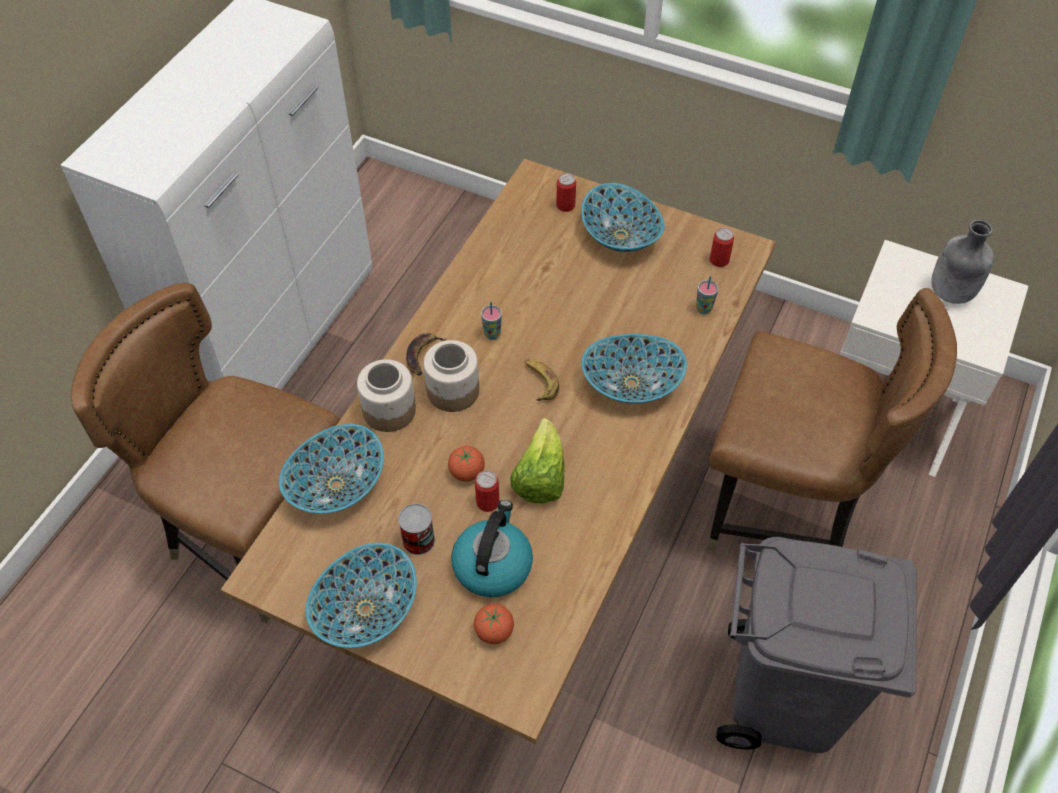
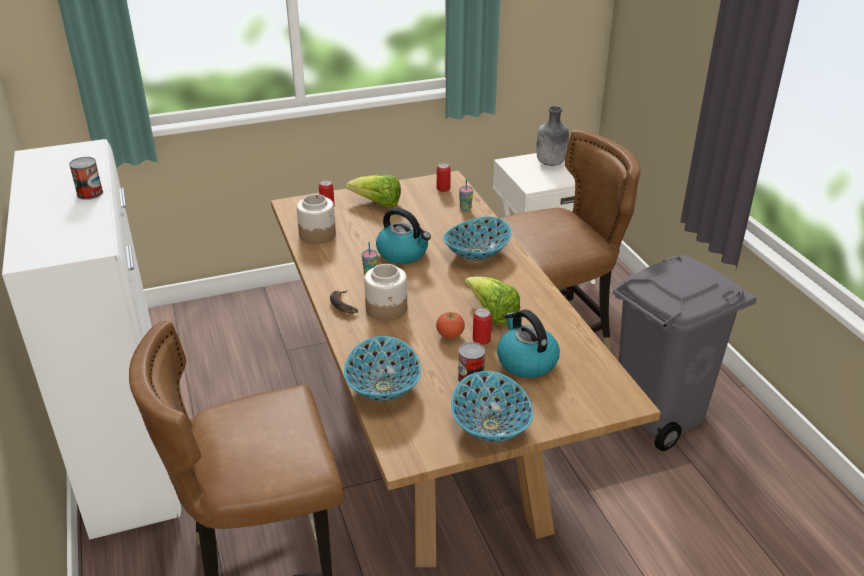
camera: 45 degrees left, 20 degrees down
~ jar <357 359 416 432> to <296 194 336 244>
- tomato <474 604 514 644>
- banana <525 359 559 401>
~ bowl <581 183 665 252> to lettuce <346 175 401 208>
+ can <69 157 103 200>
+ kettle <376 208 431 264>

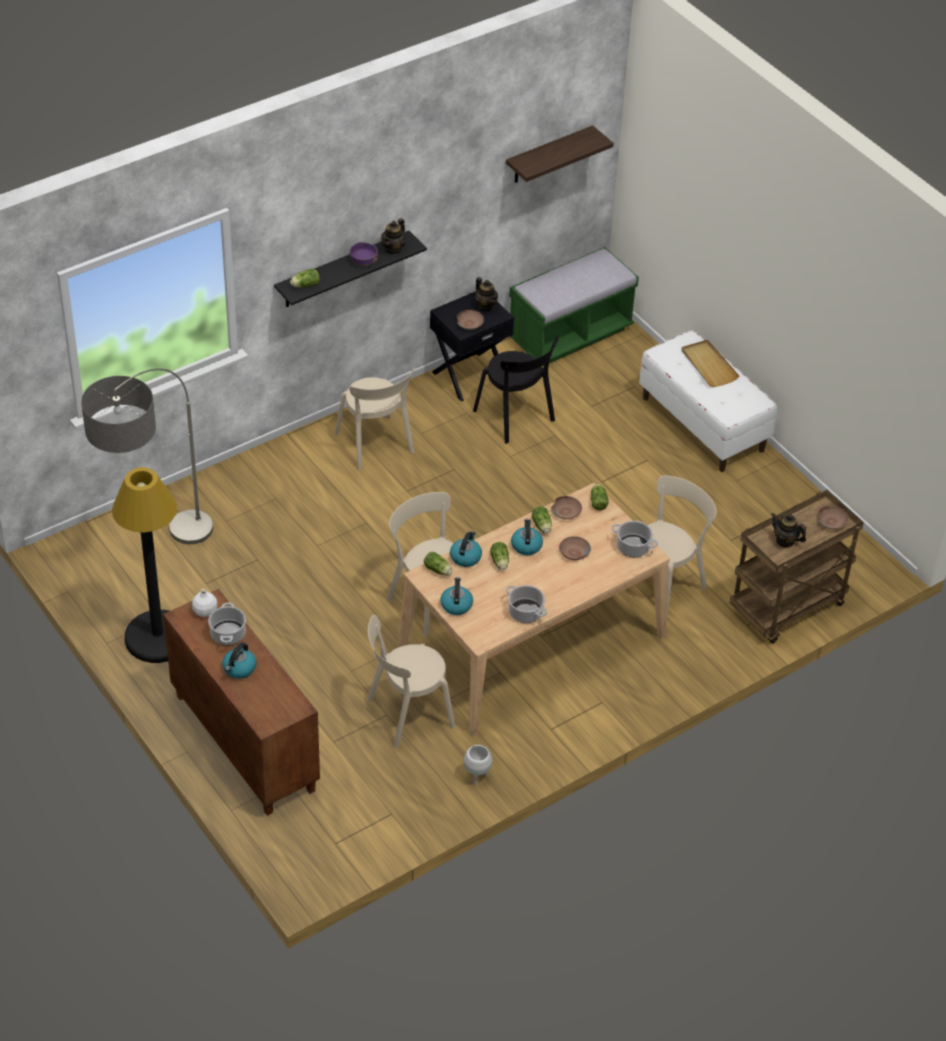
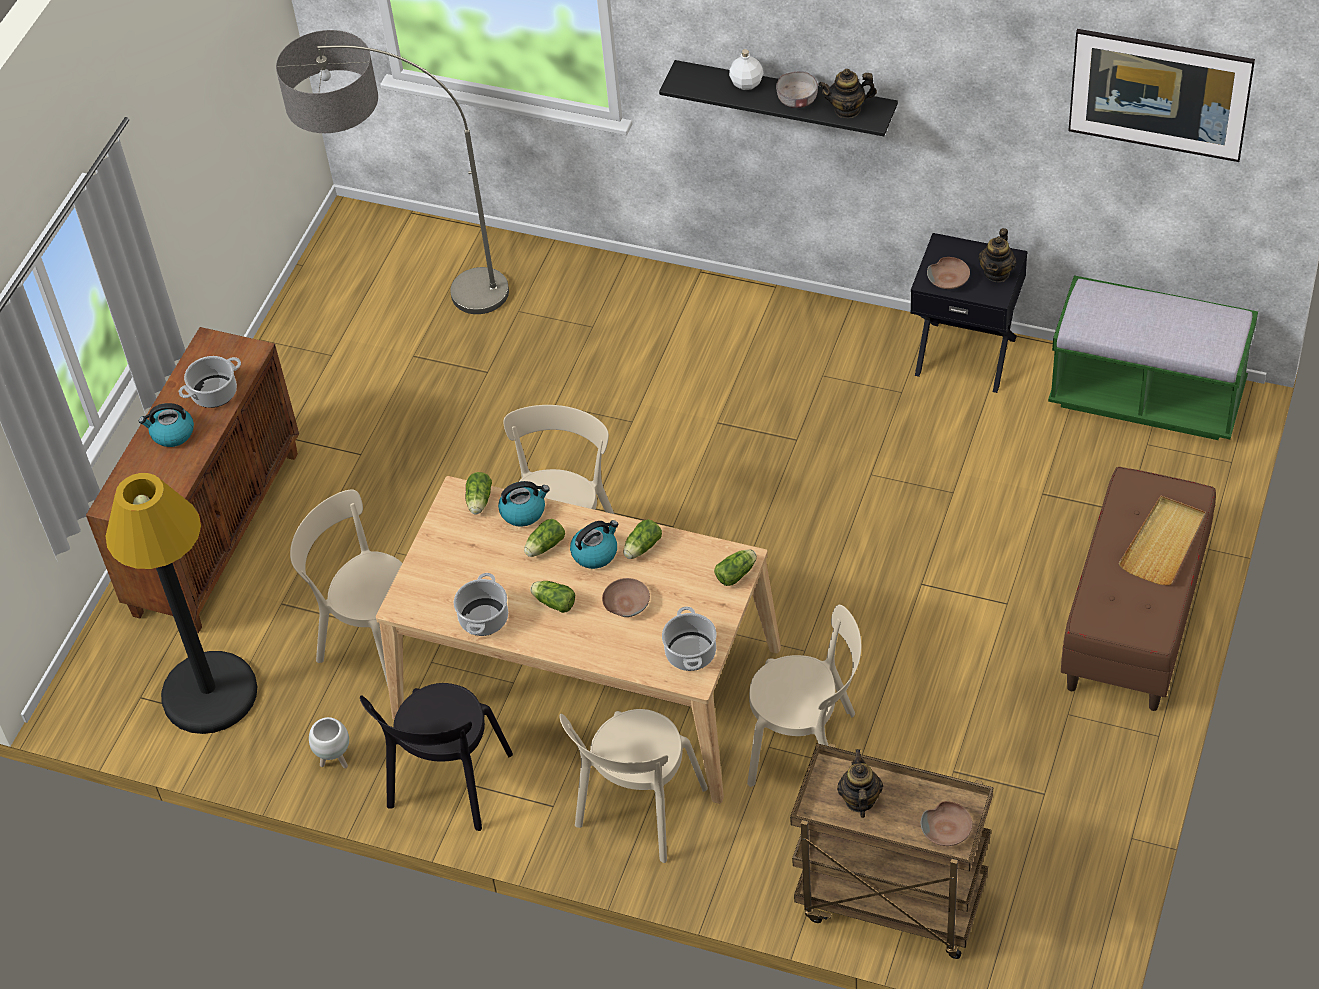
camera: 60 degrees right, 5 degrees up
~ black floor lamp <112 467 177 663> to <106 473 257 734>
~ white bottle <192 588 217 617> to <729 49 763 90>
~ lettuce <290 269 320 287> to <530 581 575 613>
~ beige chair <335 366 415 471> to <559 709 708 863>
~ purple bowl <350 242 378 266> to grey bowl <776 71 818 108>
- kettle <440 577 473 615>
~ black chair <473 335 559 444> to <360 683 513 831>
~ shelf <506 125 614 183> to picture <1068 29 1255 162>
- brown bowl <551 496 582 519>
~ white bench <639 330 777 472> to brown bench <1061 467 1216 711>

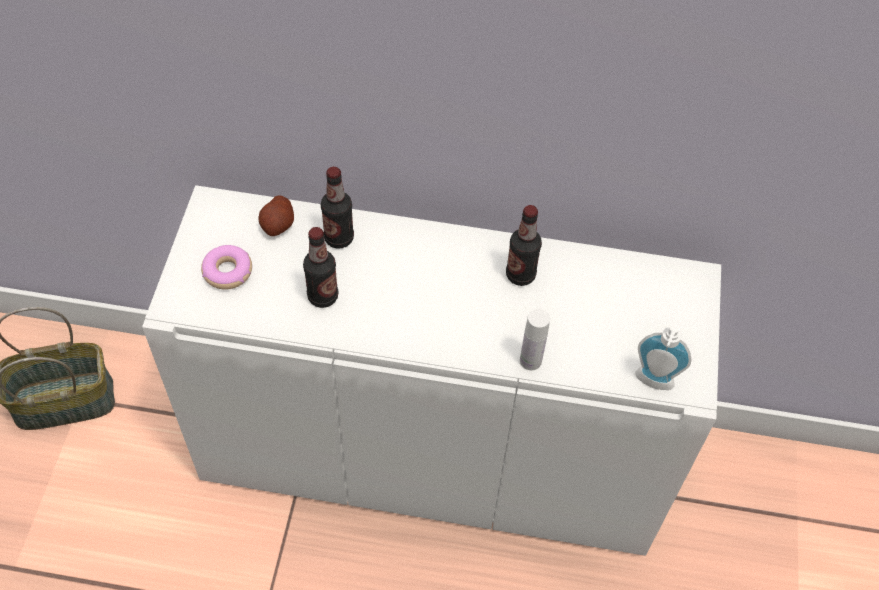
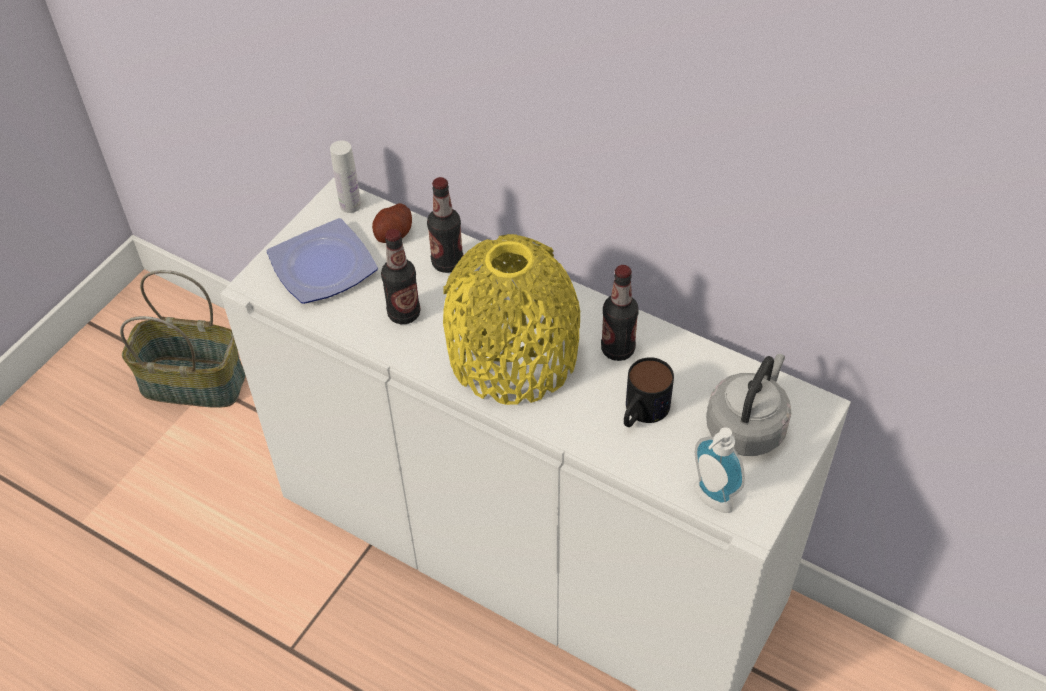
camera: 25 degrees right, 5 degrees down
~ donut <201 245 252 290> to plate <267 218 378 304>
~ white bottle <520 309 550 370> to <330 140 361 213>
+ yellow vase <443 234 580 405>
+ mug <624 357 674 427>
+ grey kettle <706 354 792 456>

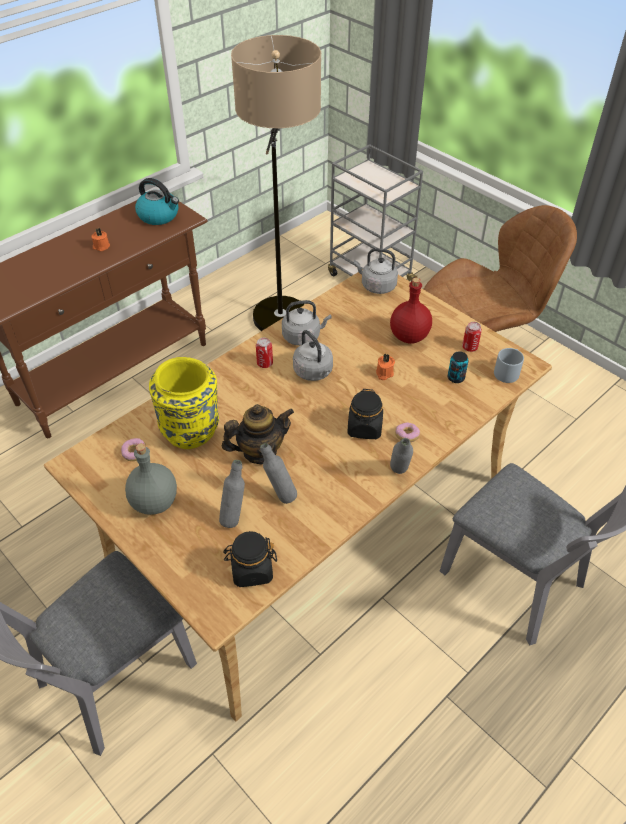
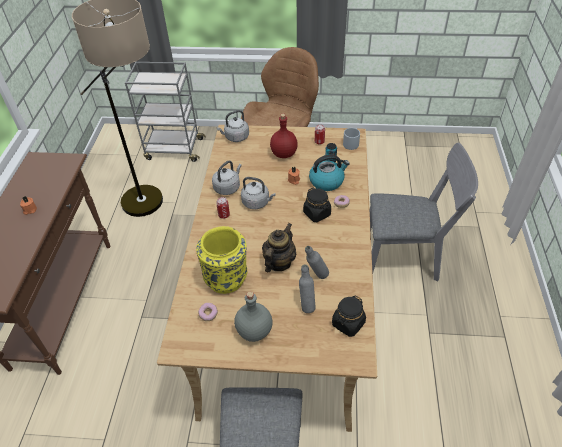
camera: 40 degrees left, 0 degrees up
~ kettle <135 178 179 225> to <309 154 350 191>
- grey bottle <390 438 413 474>

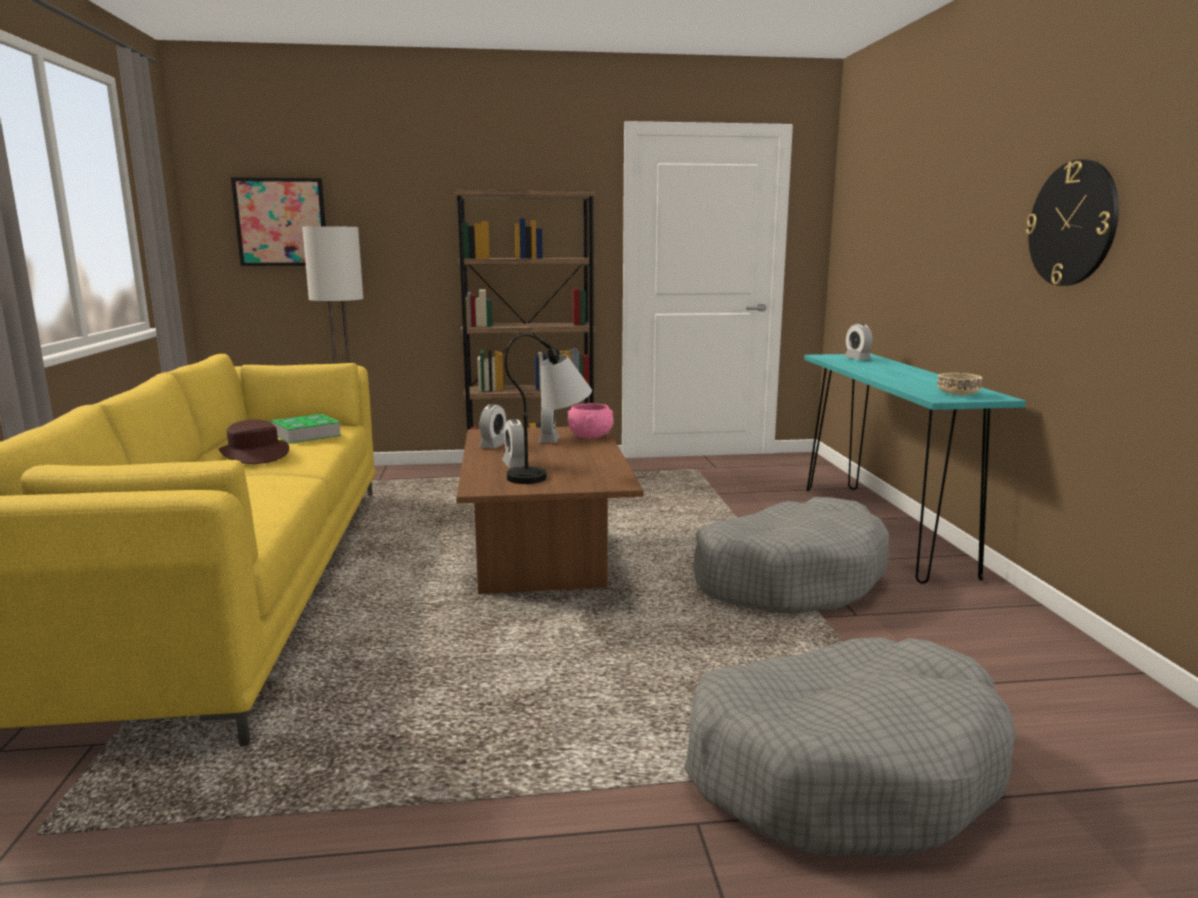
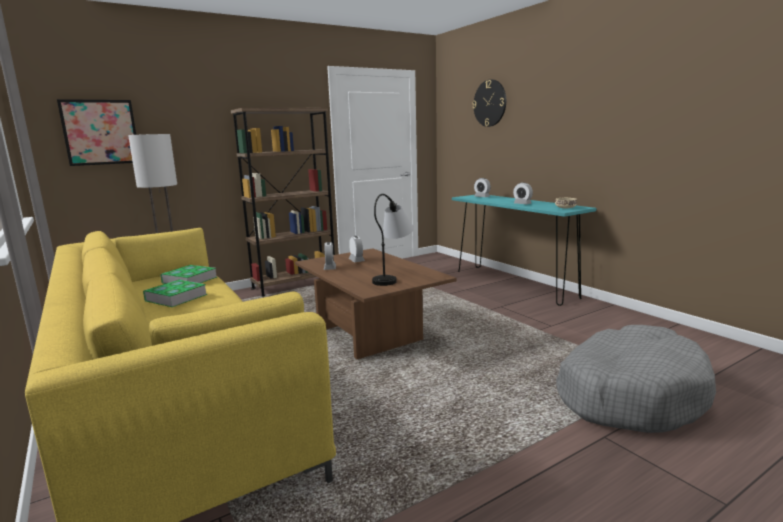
camera: 25 degrees left, 0 degrees up
~ brown hat <219 419 289 464> to book <143 280 207 307>
~ alarm clock <502 419 525 468> to <513 182 533 204>
- pink bowl <567 403 614 439>
- grey dog bed <693 497 889 614>
~ wall clock <1026 159 1119 286> to <473 79 506 127>

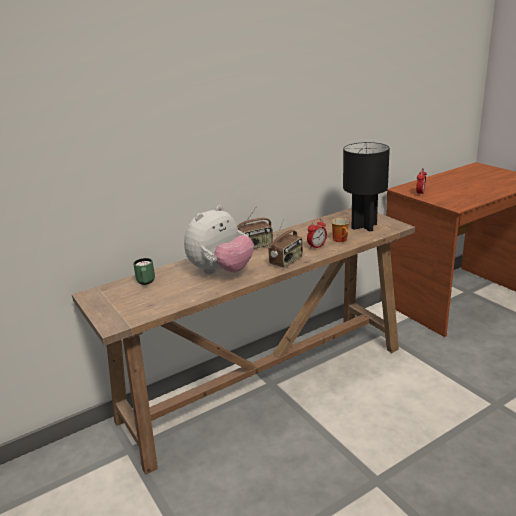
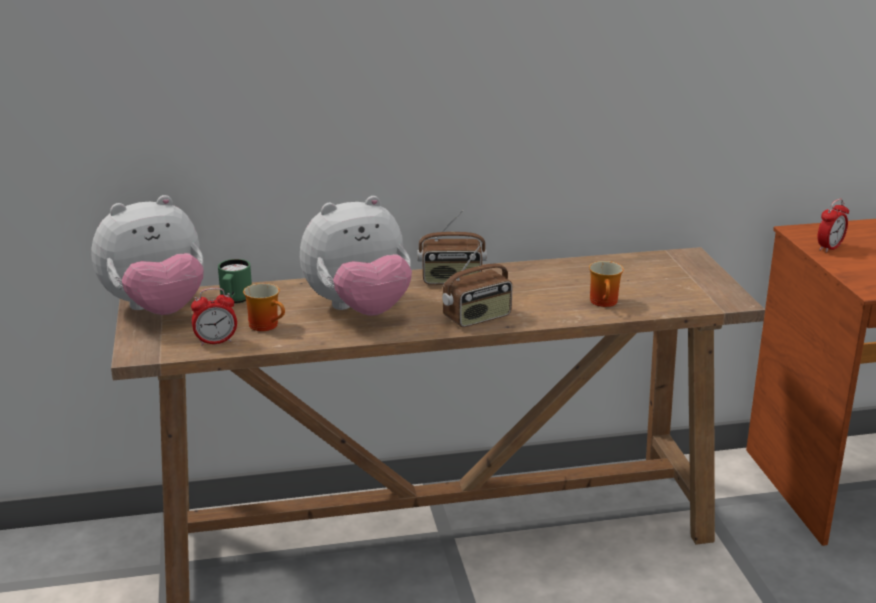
camera: 20 degrees right, 0 degrees up
~ alarm clock <307 218 327 250> to <191 288 237 346>
- black table lamp <343 142 390 232>
+ plush toy <91 195 204 315>
+ mug <243 283 285 331>

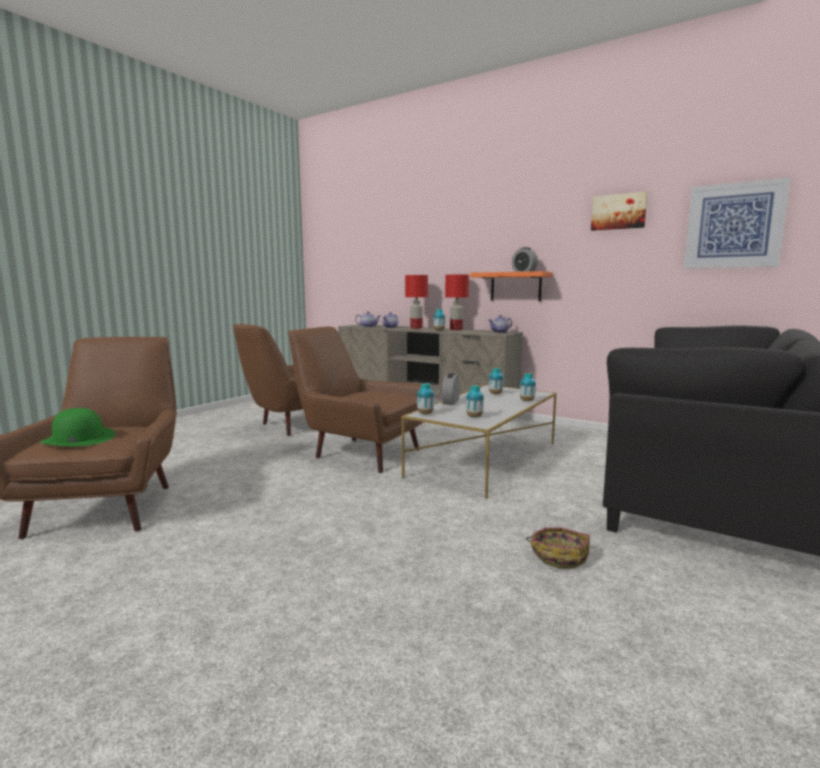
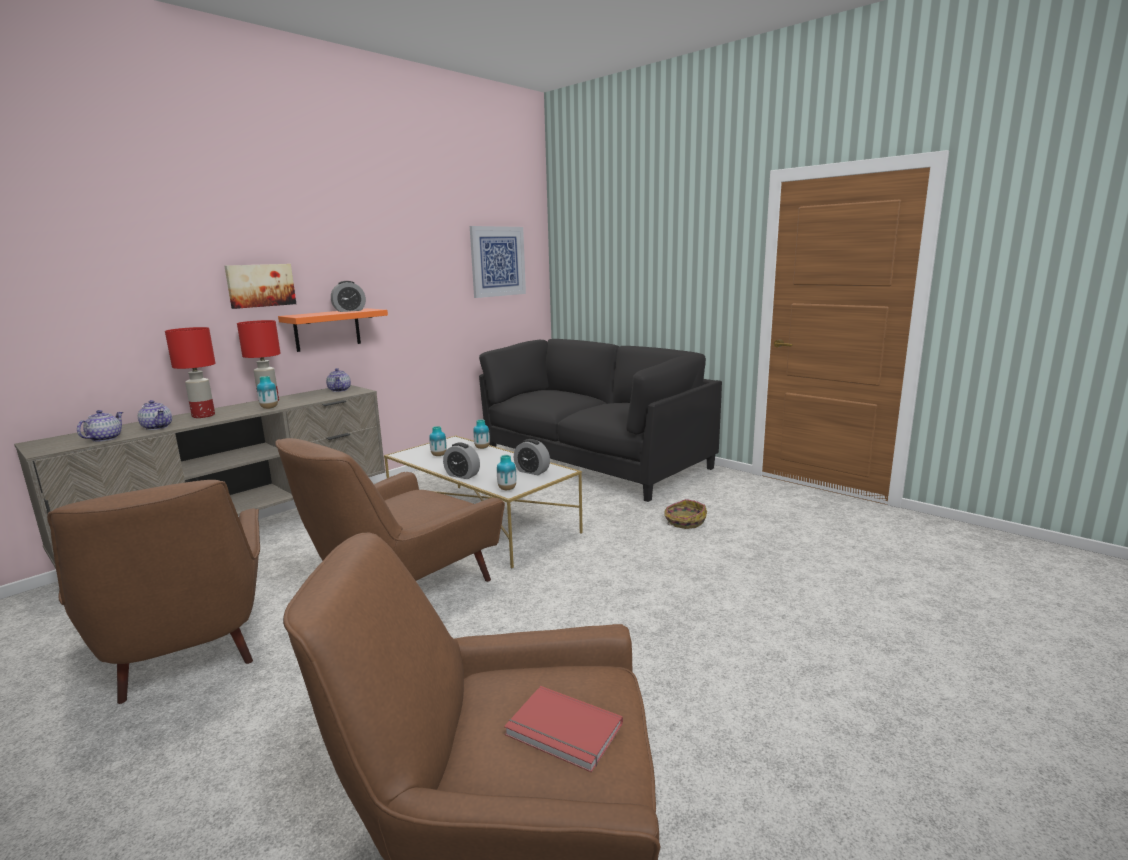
camera: 80 degrees left, 5 degrees up
~ green hat <40 408 116 447> to red book <504 686 623 773>
~ vase <466 385 484 418> to alarm clock <514 439 550 475>
~ picture <591 191 648 231> to <224 264 296 309>

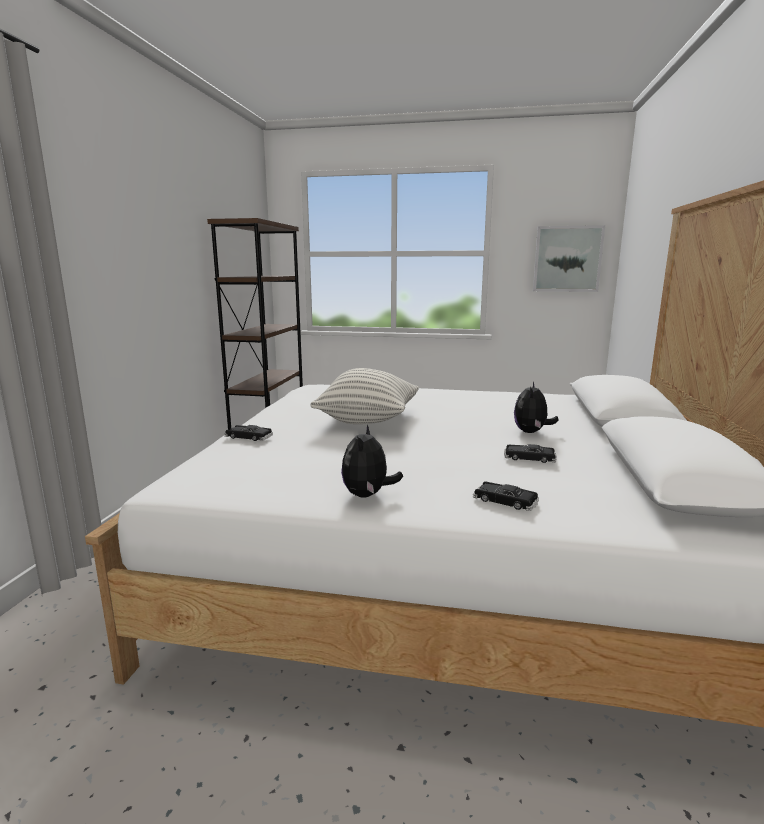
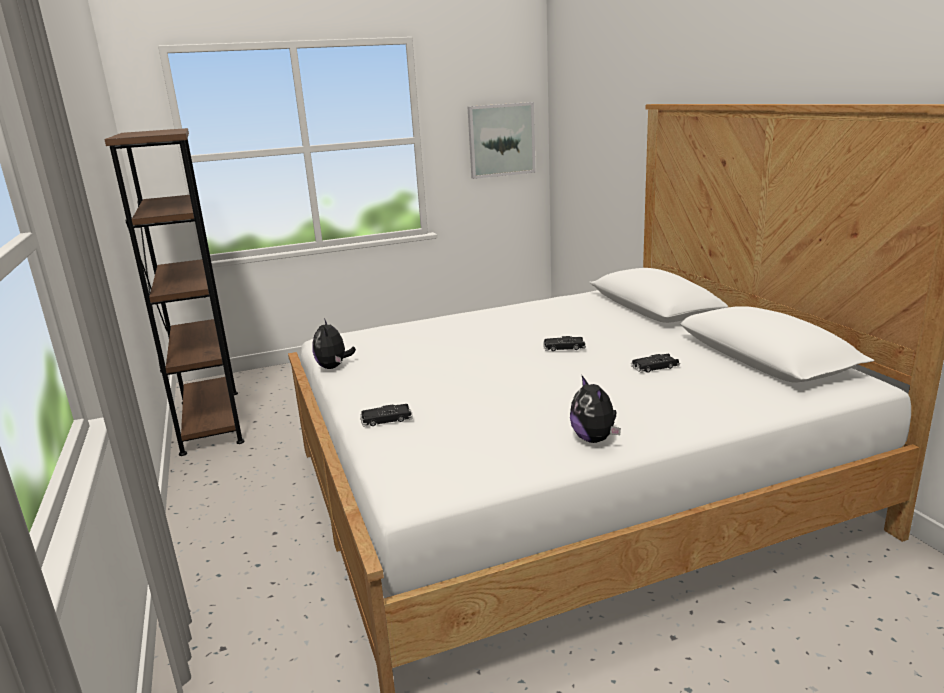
camera: 30 degrees left, 5 degrees up
- pillow <310 368 419 424>
~ black toy car <473 481 539 511> to <543 336 586 351>
~ plush toy <514 382 559 433> to <313 318 356 369>

